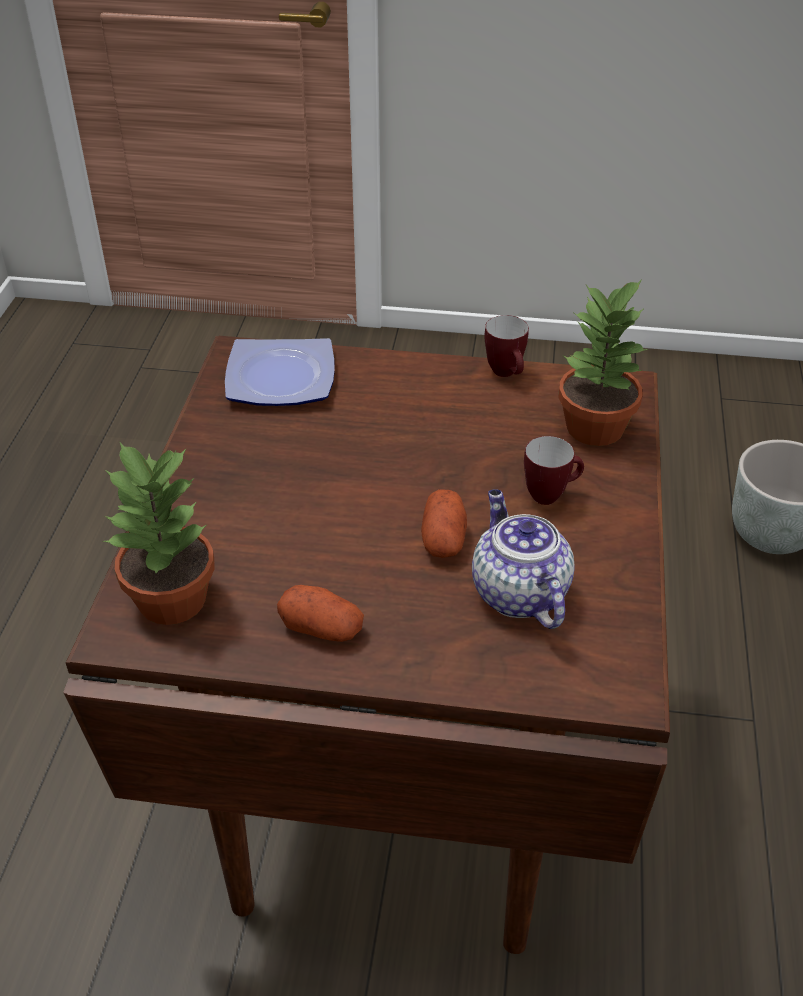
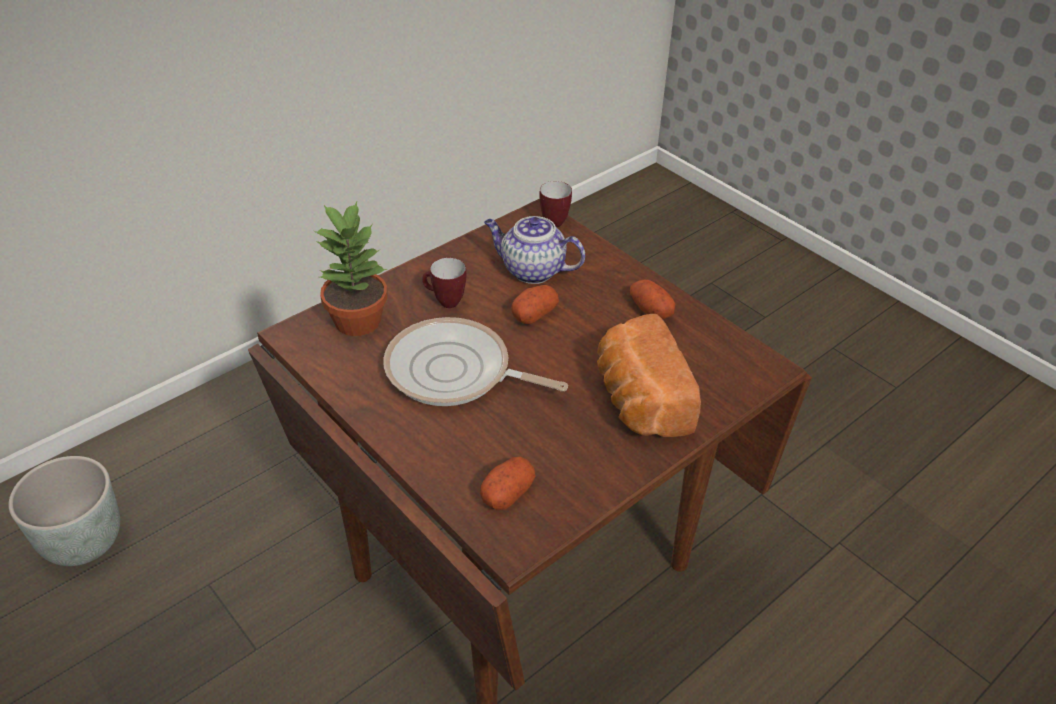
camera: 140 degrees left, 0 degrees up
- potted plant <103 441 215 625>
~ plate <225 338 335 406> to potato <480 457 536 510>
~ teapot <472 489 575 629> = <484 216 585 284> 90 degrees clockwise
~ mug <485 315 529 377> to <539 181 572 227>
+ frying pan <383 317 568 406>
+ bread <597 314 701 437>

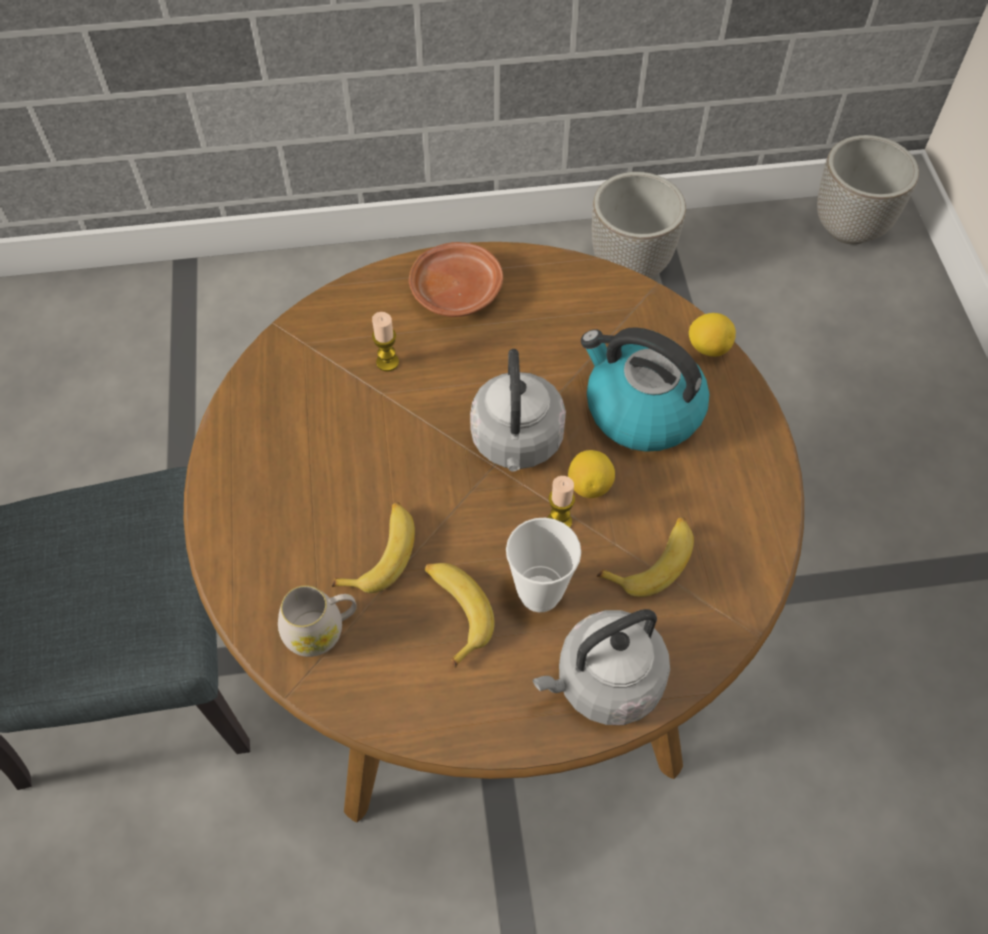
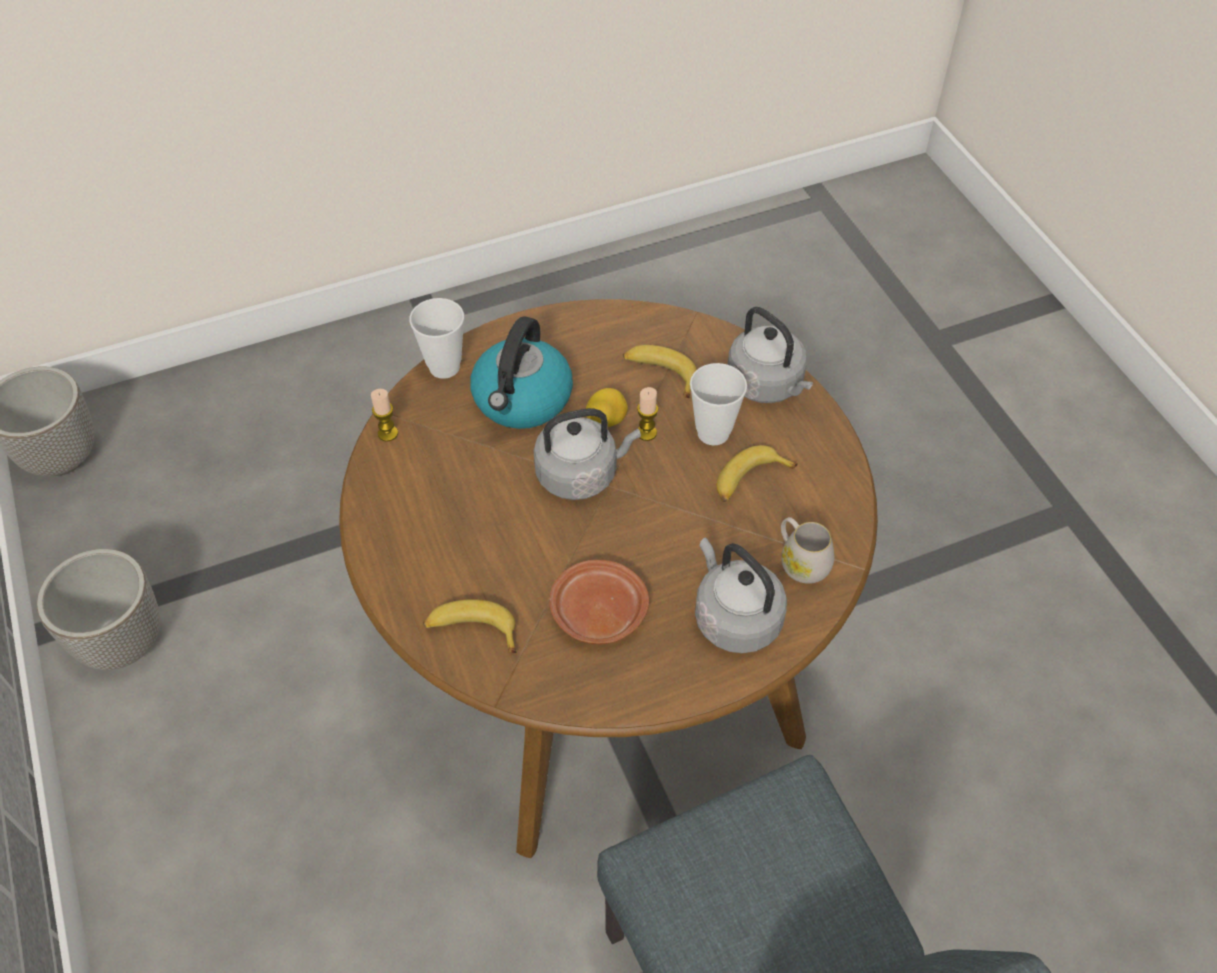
camera: 105 degrees left, 5 degrees down
~ banana <332 502 415 593> to <423 599 517 653>
~ candle <372 312 399 371> to <371 389 398 442>
~ brown plate <409 242 503 317> to <549 560 649 644>
~ lemon <689 313 736 357> to cup <409 298 464 379>
+ grey kettle <695 537 787 653>

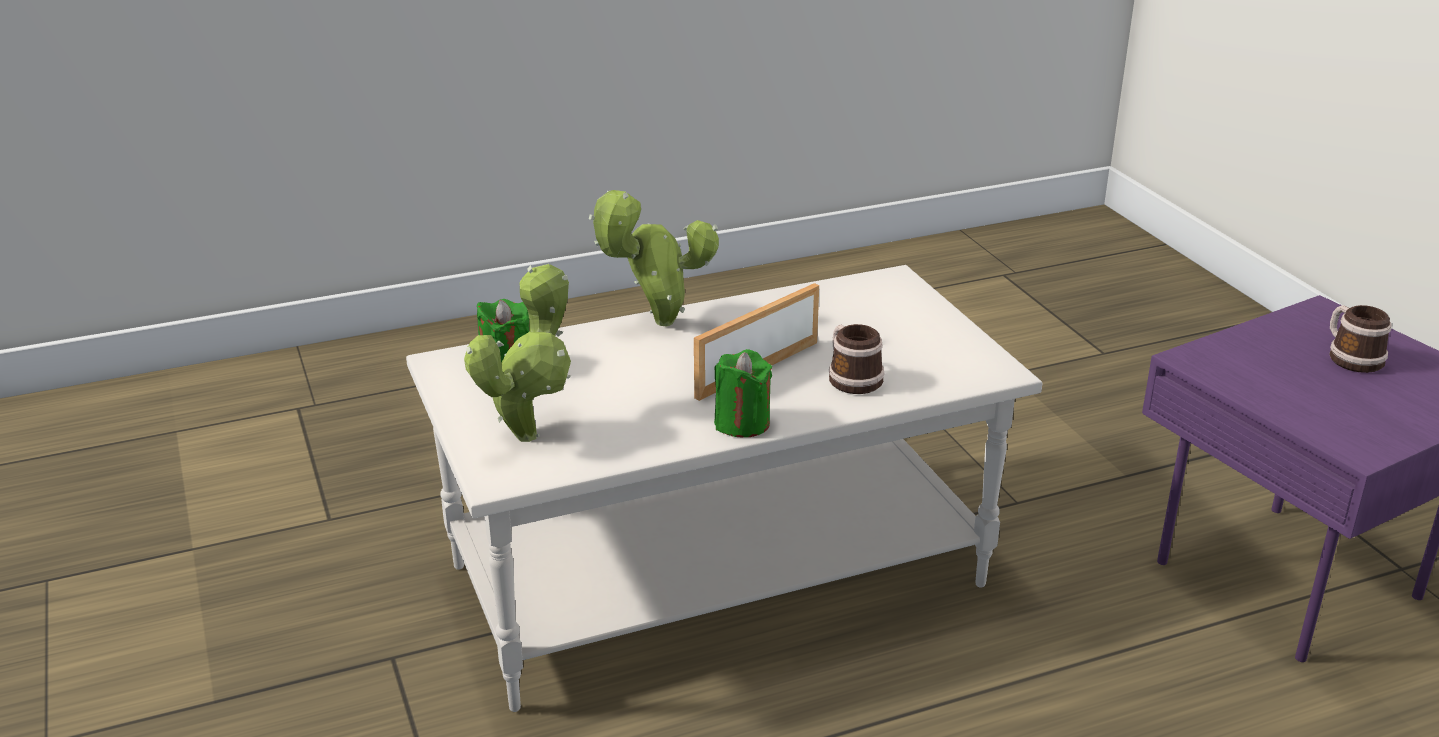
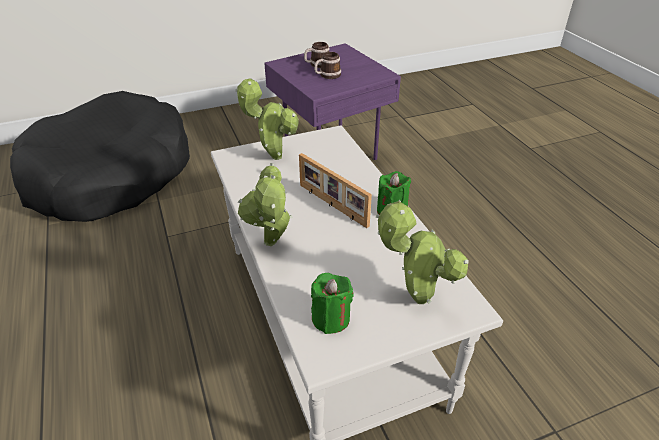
camera: 90 degrees left, 10 degrees up
~ mug <829 324 885 394> to <314 52 341 79>
+ black dog bed <10 91 190 222>
+ potted plant <235 78 298 160>

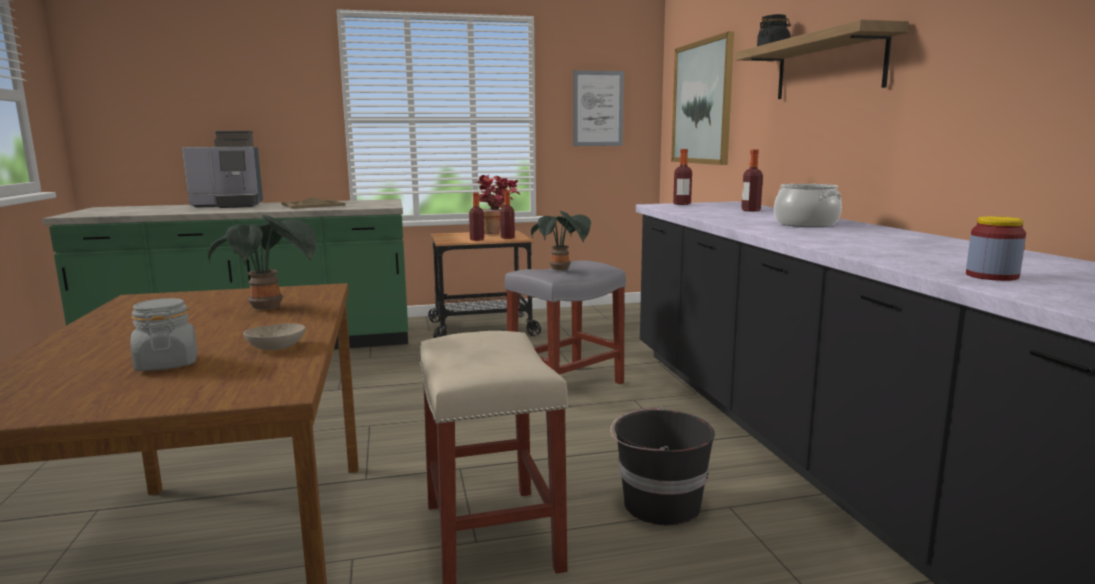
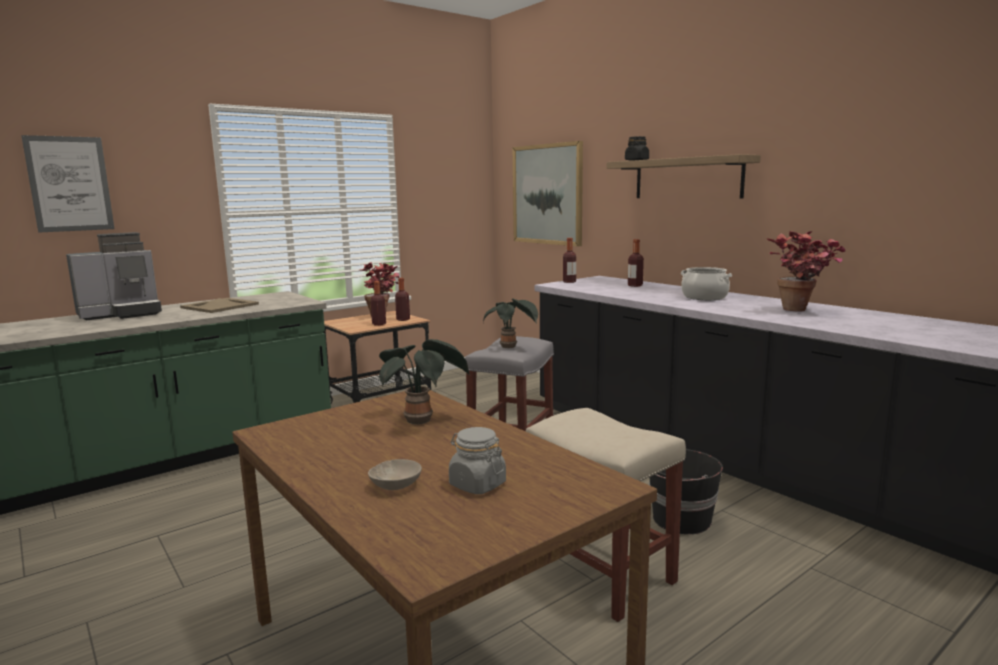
camera: 25 degrees left, 0 degrees up
~ beige bowl <243 323 306 350> to <368 459 422 490>
~ picture <573 70 624 146> to <21 135 115 233>
- jar <966 216 1026 281>
+ potted plant <767 231 846 311>

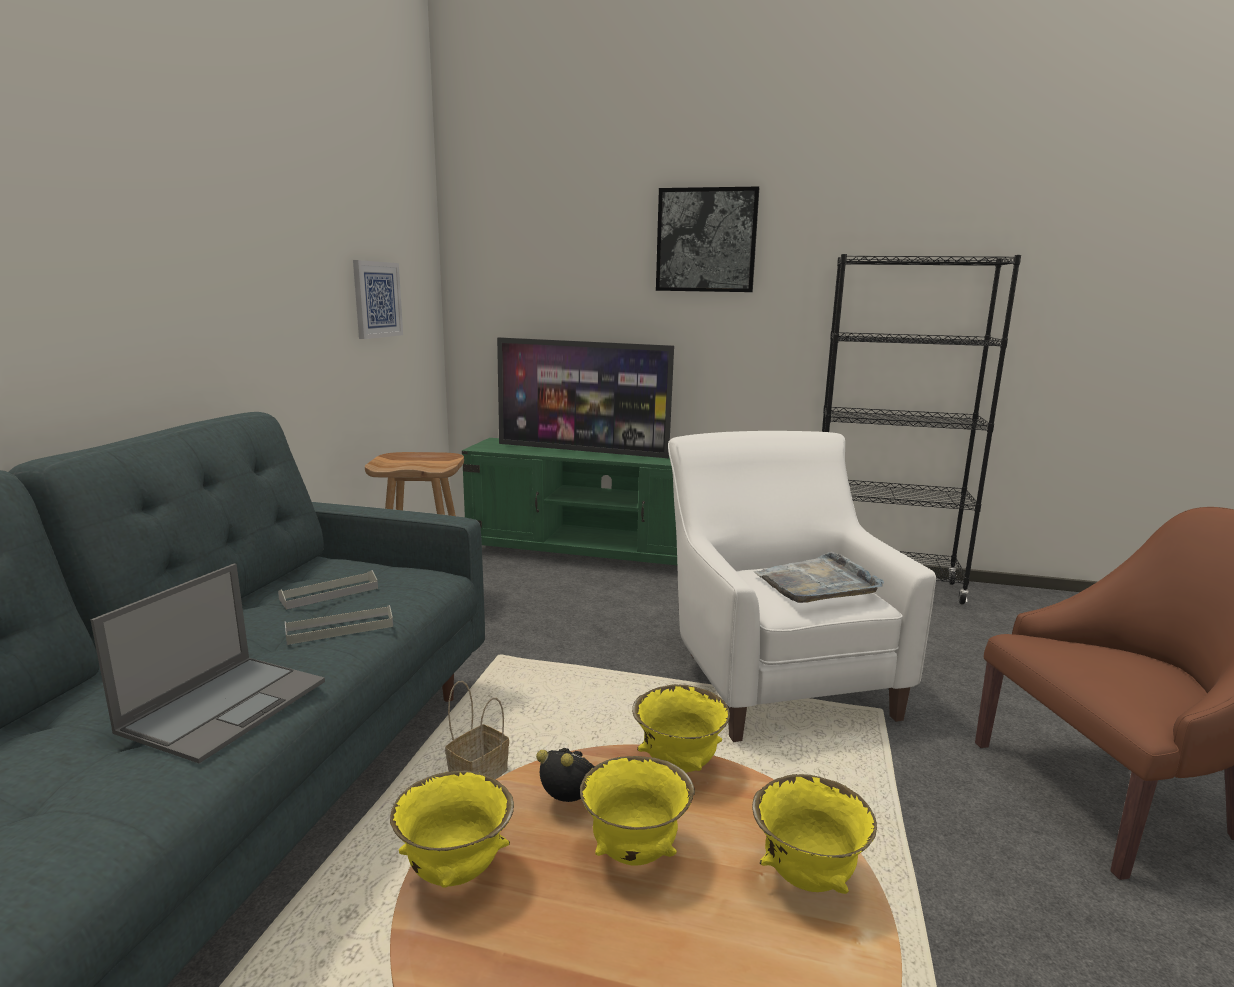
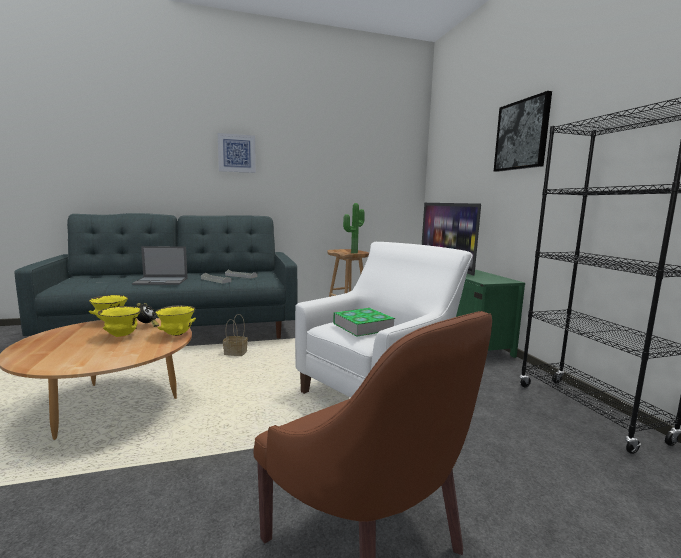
camera: 60 degrees right, 5 degrees down
~ picture <353 260 403 339> to <218 133 256 173>
- yellow bowl <752 774 877 894>
~ grey tray <754 551 884 603> to book <333 308 395 337>
+ potted plant <343 203 365 254>

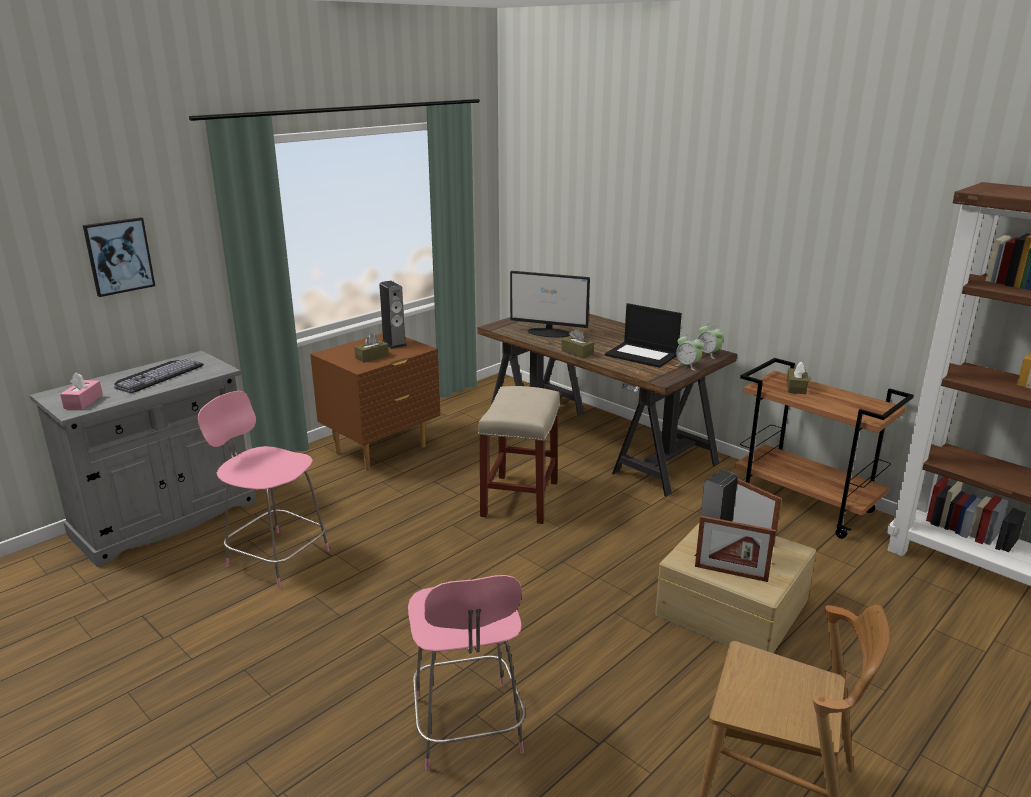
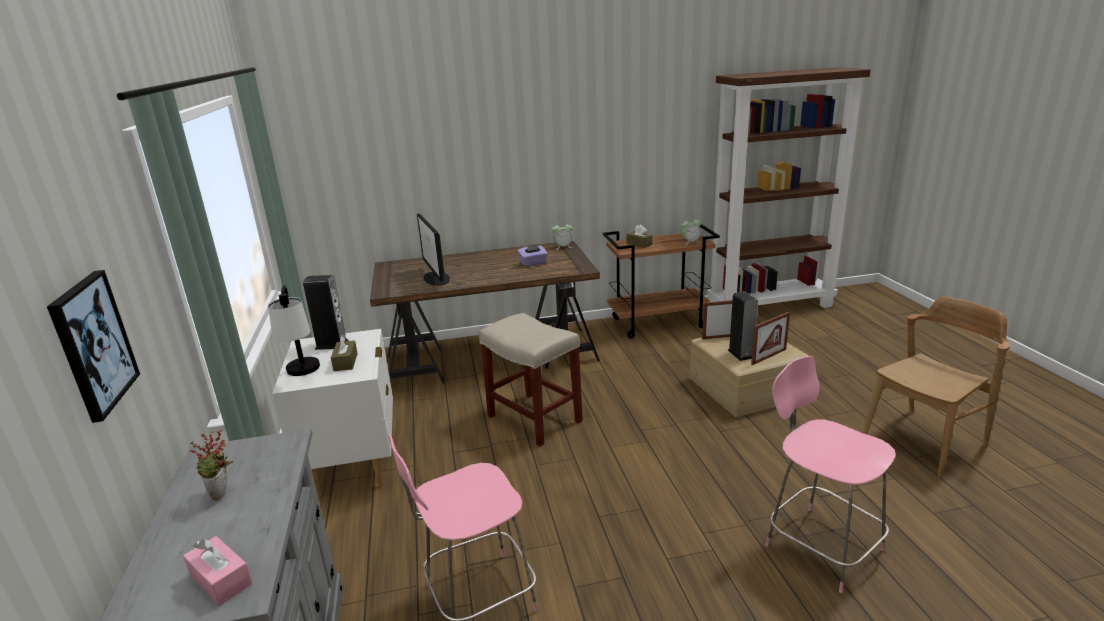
camera: 55 degrees left, 0 degrees up
~ keyboard <114 358 204 393> to potted plant <189 430 234 502>
~ brown nightstand <310 333 440 471> to white nightstand <272 329 393 497>
~ pink chair <408 575 525 771> = <765 356 896 593> 150 degrees counterclockwise
~ monitor <510 271 590 337> = <417 214 450 286> 105 degrees clockwise
- brown tissue box <561 329 594 358>
~ laptop <605 303 682 368> to purple tissue box <517 243 548 266>
~ alarm clock <676 333 704 370> to <681 217 701 245>
+ table lamp <268 285 320 376>

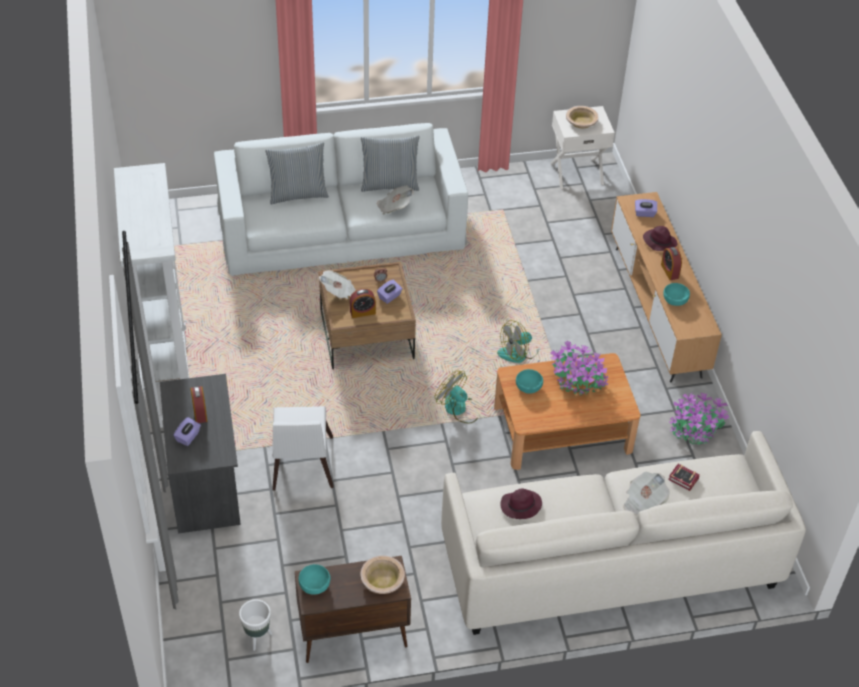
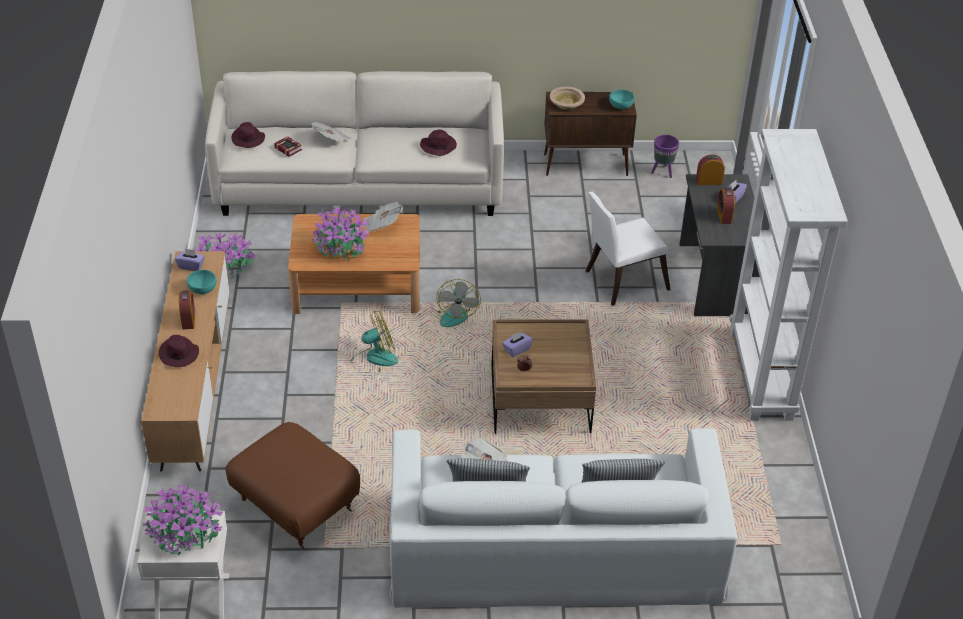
camera: 170 degrees left, 5 degrees down
~ white planter <239 599 272 651> to purple planter <651 135 679 178>
~ white chair <272 406 334 491> = <586 192 671 306> 120 degrees counterclockwise
~ newspaper <319 270 356 299> to <364 202 403 232>
~ alarm clock <350 289 376 318> to <696 154 725 186>
~ fan <435 370 481 423> = <437 279 481 327> 45 degrees clockwise
- turquoise bowl <516 369 543 394>
~ beige bowl <566 106 599 128> to potted plant <143 484 223 555>
~ purple tissue box <635 199 657 217> to <175 248 205 271>
+ brown ottoman <226 422 360 549>
+ purple hat <231 122 265 148>

